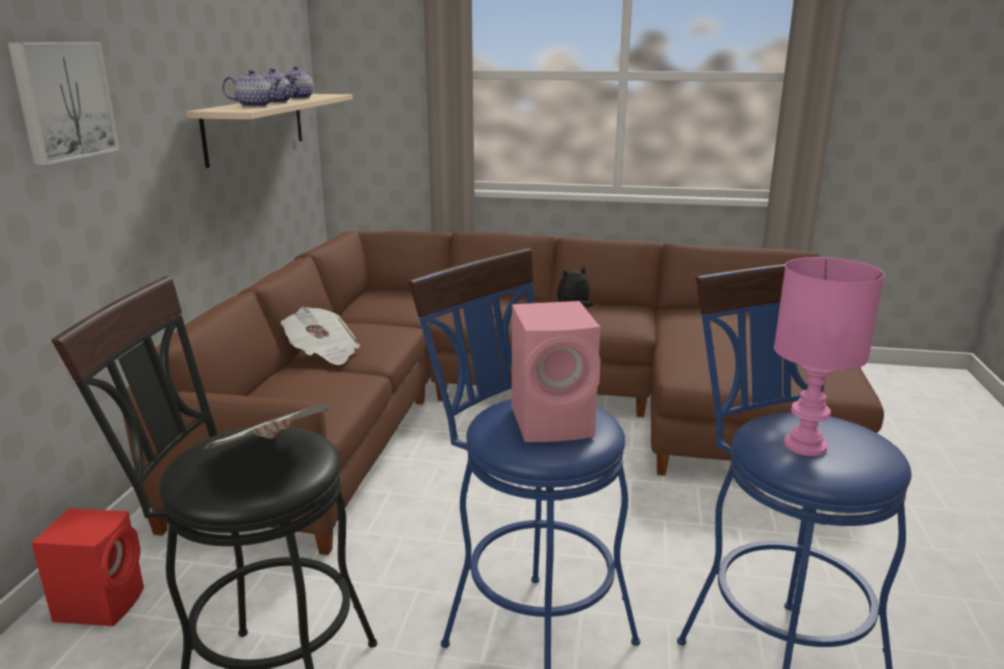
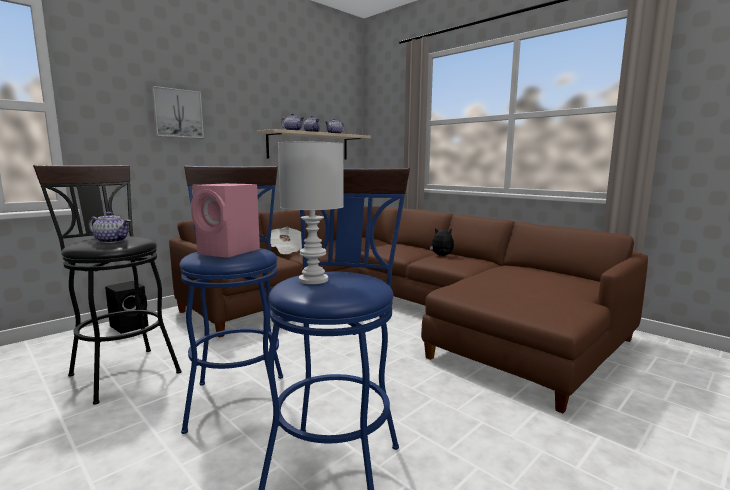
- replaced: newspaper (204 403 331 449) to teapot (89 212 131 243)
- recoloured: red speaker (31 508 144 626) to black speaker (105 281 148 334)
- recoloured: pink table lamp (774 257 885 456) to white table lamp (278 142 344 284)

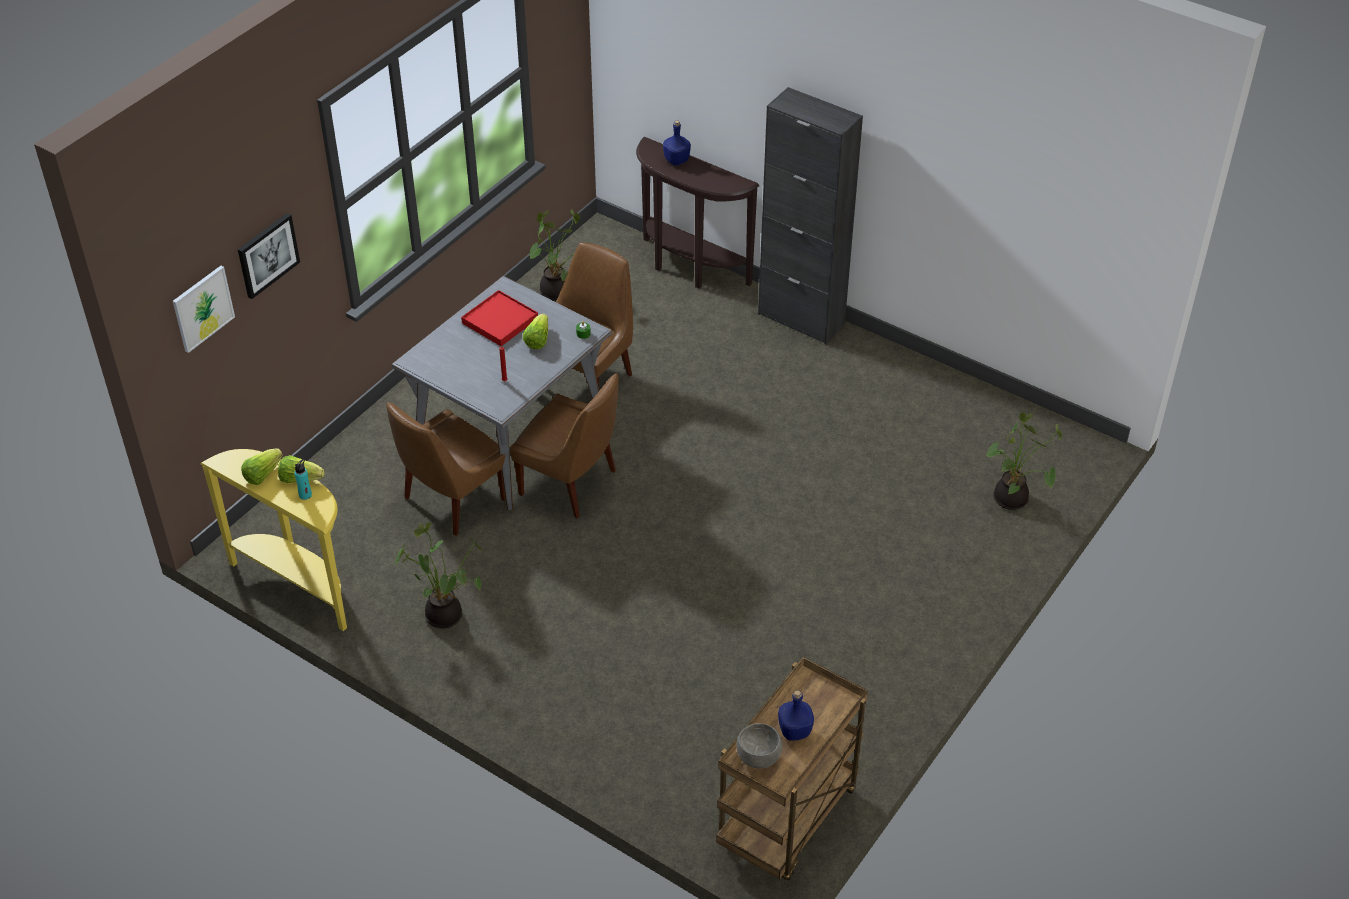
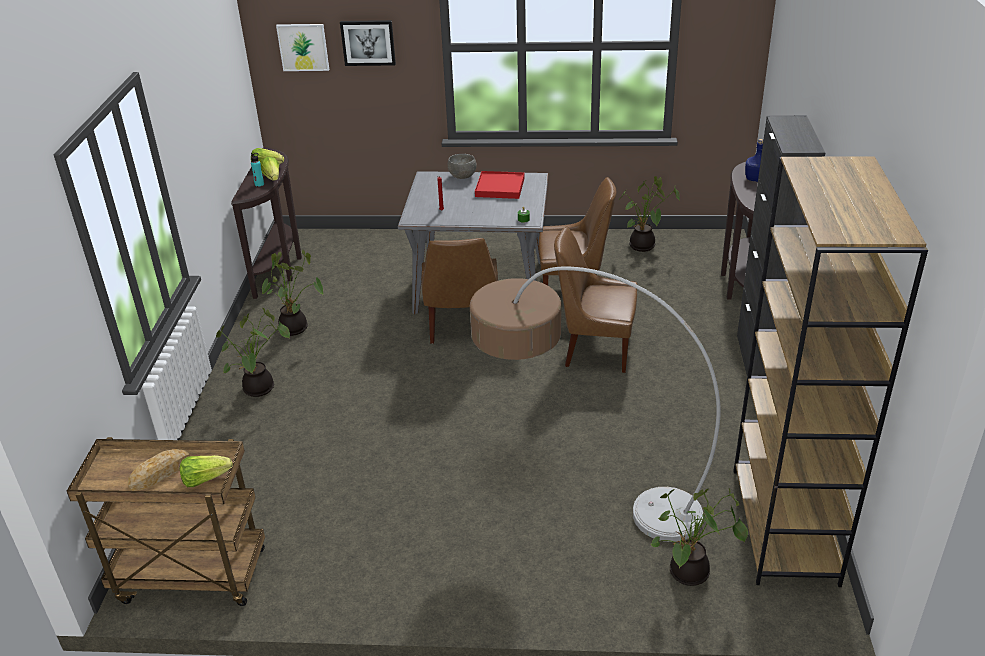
- replaced: blue bottle (778 690 814 741) to bread (128 449 190 491)
- moved: lettuce (523 314 548 349) to (180 455 232 487)
- added: potted plant (216 308 290 397)
- recoloured: yellow console table (200 449 347 631) to brown console table (231 148 302 299)
- moved: grey bowl (736 723 782 768) to (448 154 476 179)
- added: floor lamp (470 267 721 542)
- moved: brown chair (386 402 506 536) to (554 227 637 373)
- added: brown bookcase (734 156 928 587)

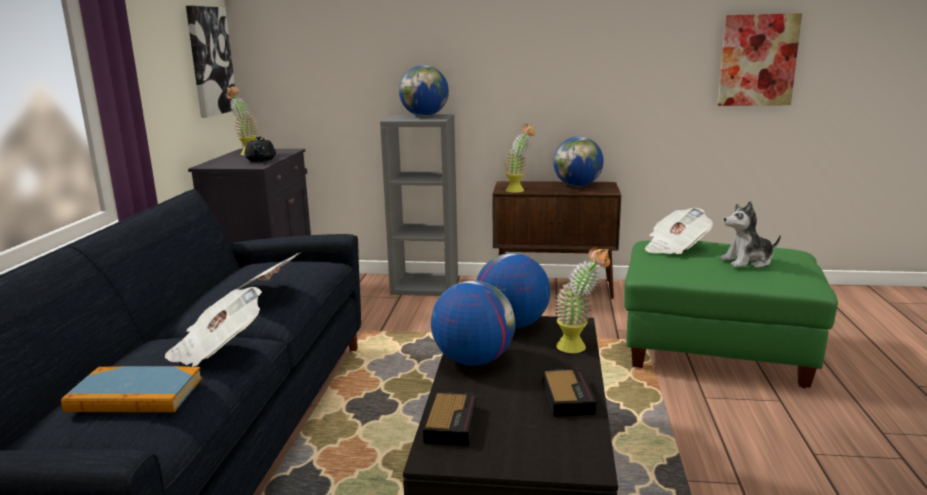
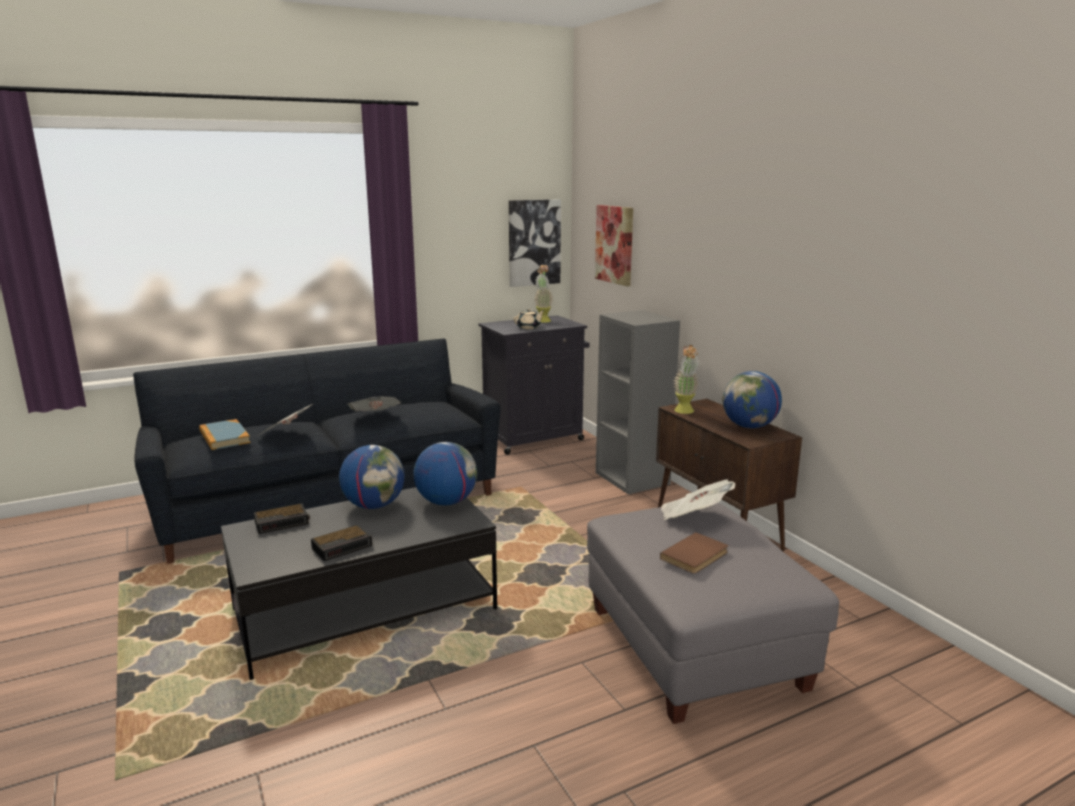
- recoloured: black teapot (245 136 276 162) to beige teapot (514 309 545 329)
- recoloured: green ottoman (624 240 838 388) to grey ottoman (587 503 839 724)
- moved: picture (718 13 802 106) to (595 205 633 286)
- replaced: plush toy (720 201 781 268) to brown book (660 532 728 574)
- removed: globe (399 65 449 116)
- removed: potted plant (554 247 610 353)

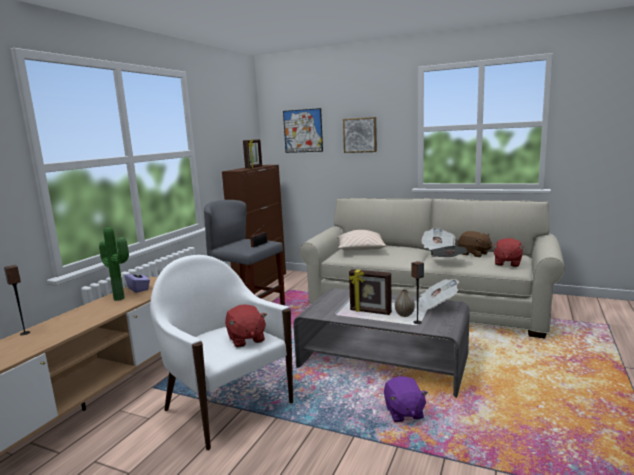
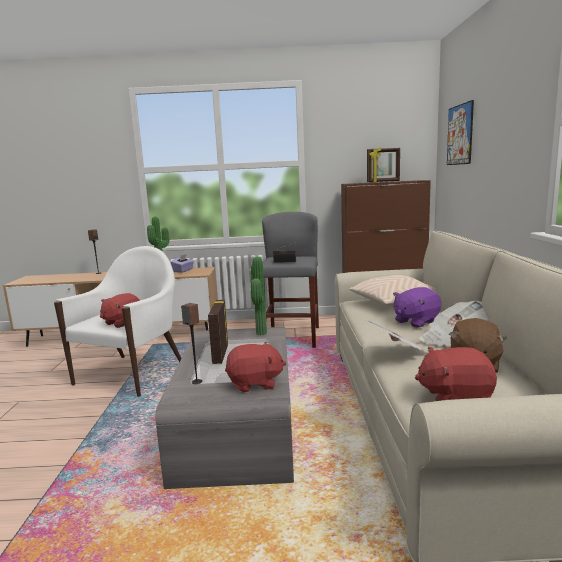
- replaced: newspaper (414 279 459 312) to red plush toy (225 342 286 392)
- added: potted plant (251 257 267 335)
- moved: purple plush toy (384 376 428 422) to (393 287 442 328)
- removed: picture (343 117 377 153)
- removed: vase (395 289 415 317)

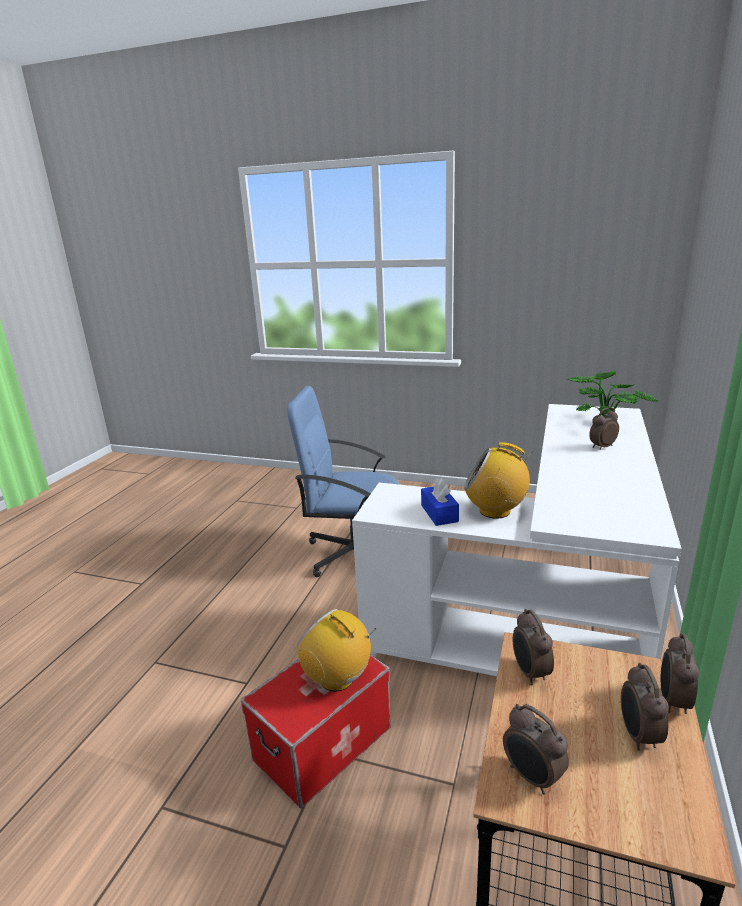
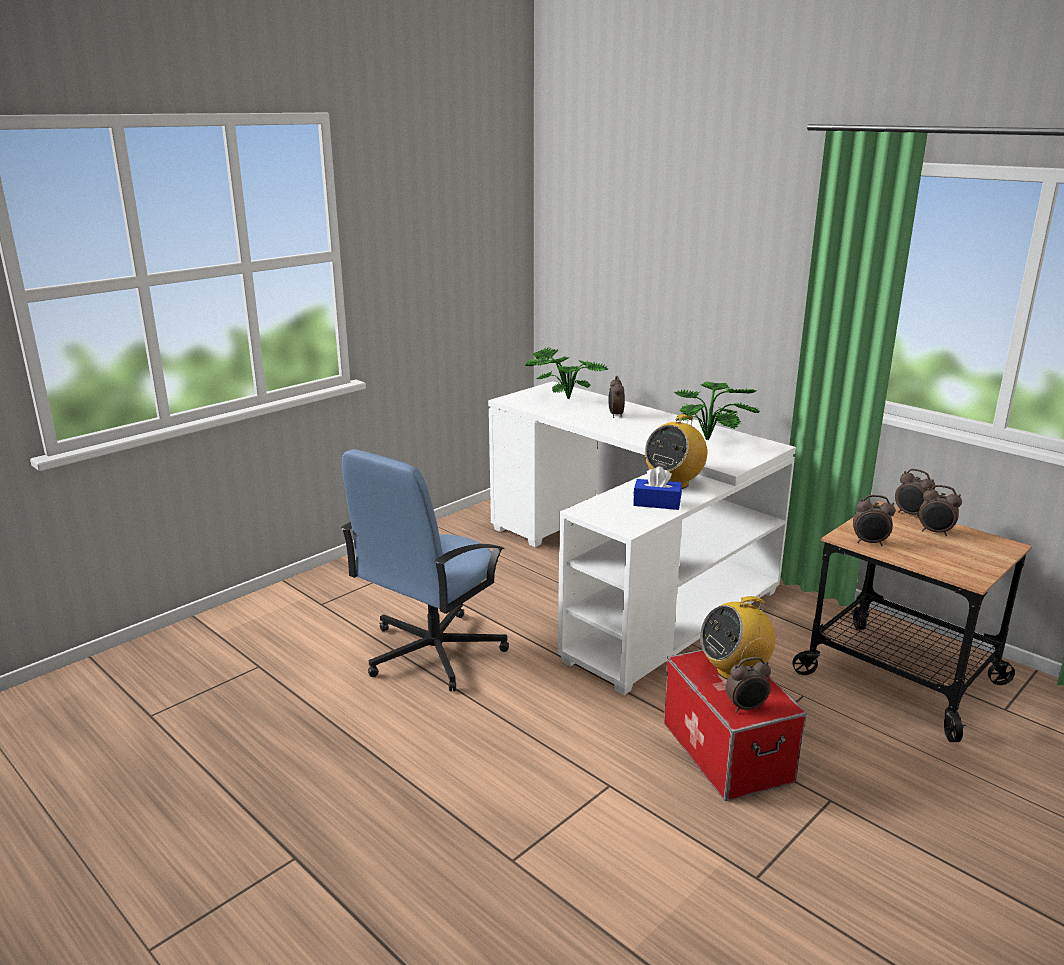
- added: potted plant (673 381 759 440)
- moved: alarm clock (503 704 569 794) to (726 657 771 713)

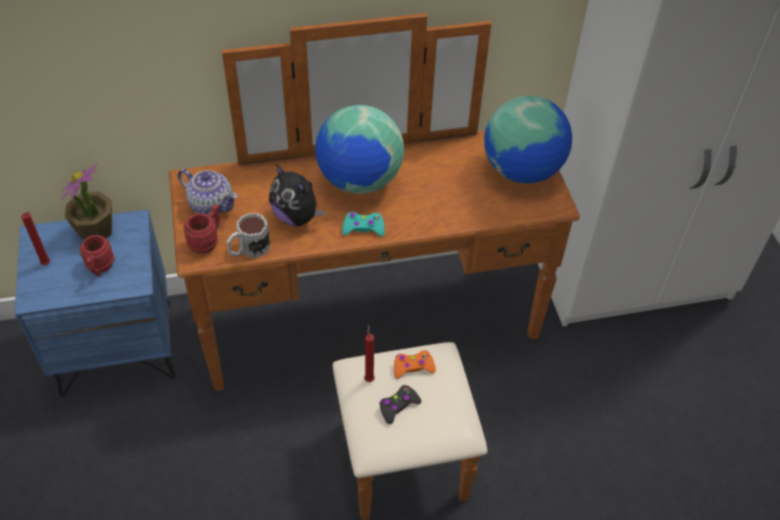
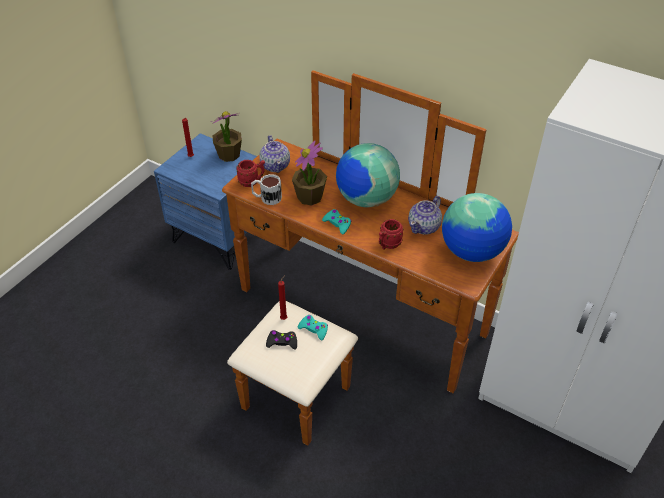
- replaced: plush toy (269 164 325 226) to potted plant (292 141 327 205)
- recoloured: orange game controller (394 350 436 379) to turquoise game controller (298 315 328 340)
- moved: red mug (80 235 115 276) to (379 219 404 250)
- added: teapot (408 196 442 235)

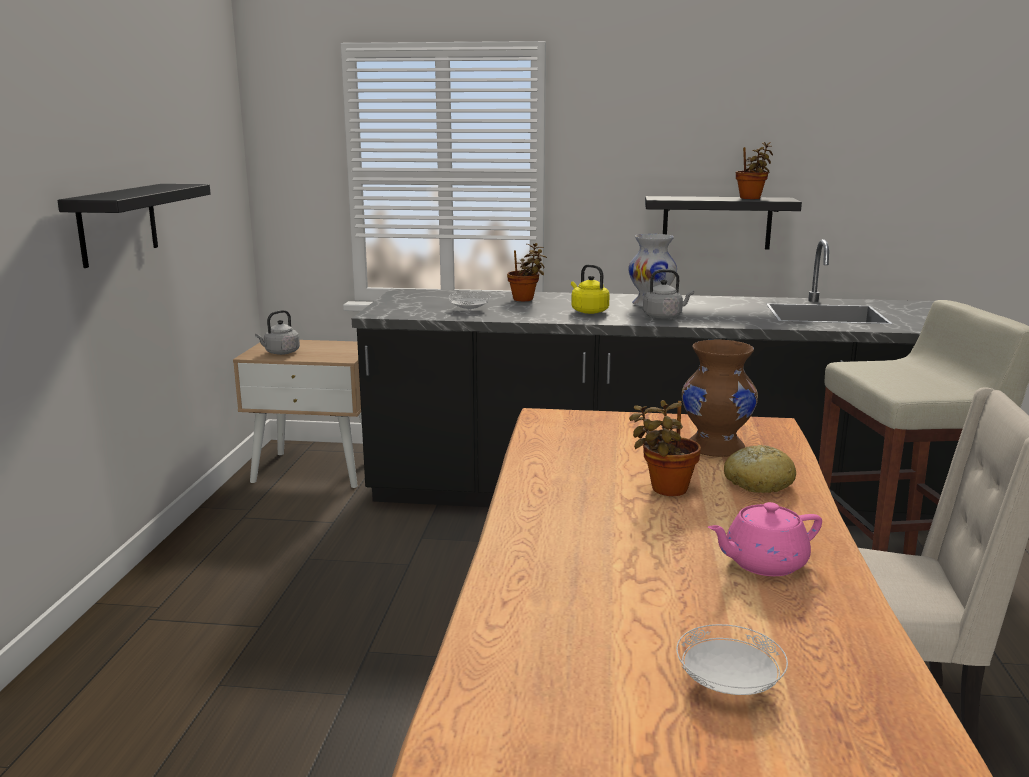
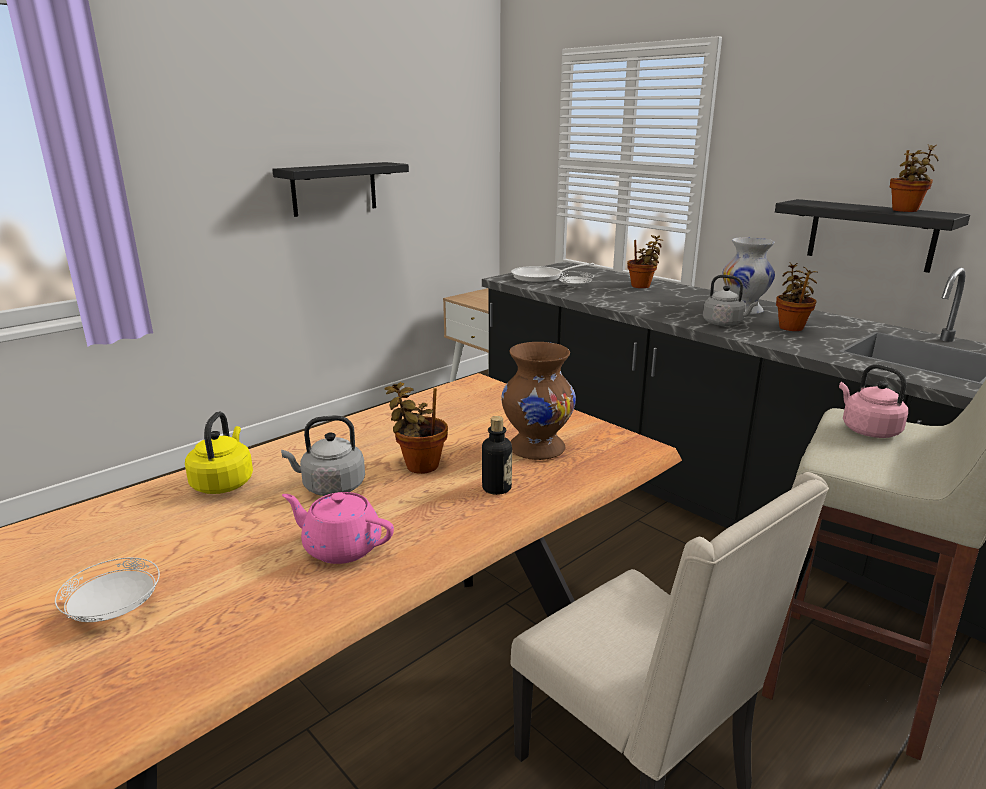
- moved: yellow kettle (571 264 610 314) to (185 411 253 494)
- moved: grey kettle (255 310 300 355) to (281 416 365 496)
- replaced: bread (724 445 796 493) to bottle (482 416 512 495)
- added: frying pan (511 263 594 283)
- added: potted plant (776 262 817 331)
- added: pink kettle (839 364 908 438)

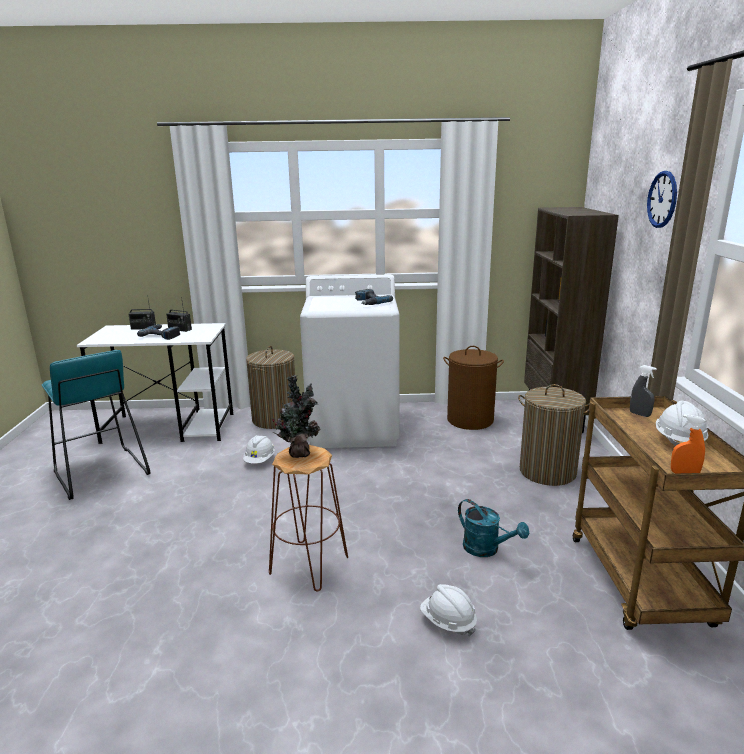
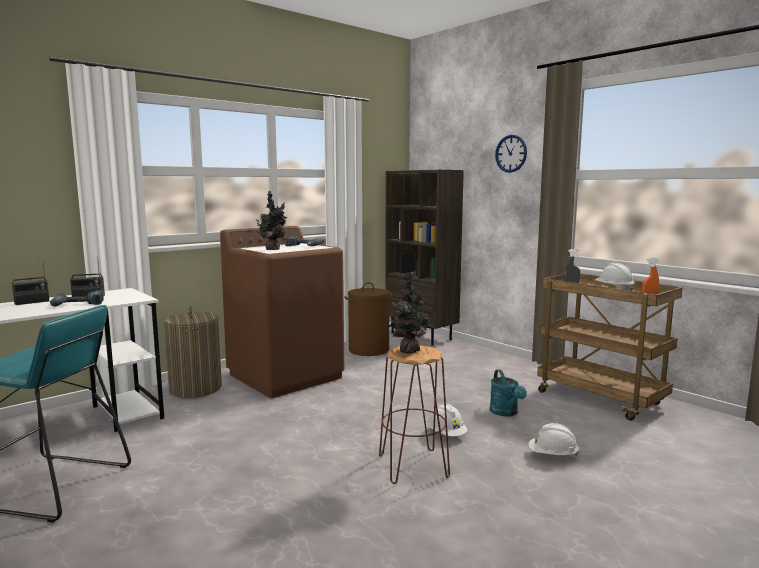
- recoloured: white washing machine (300 275 400 448) to brown washing machine (220 226 344 398)
- added: potted plant (256 191 287 250)
- moved: white hard hat (243 435 275 464) to (428 404 468 436)
- turned: turquoise watering can (458 499 529 557) = (490 369 527 417) 75 degrees clockwise
- removed: laundry basket (518 384 589 486)

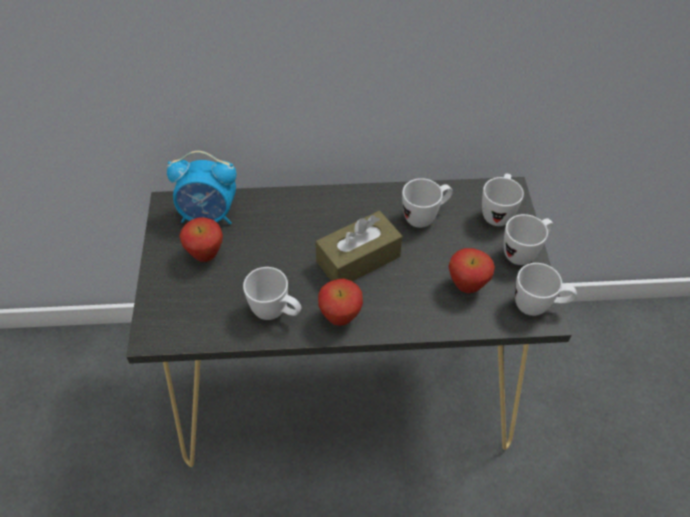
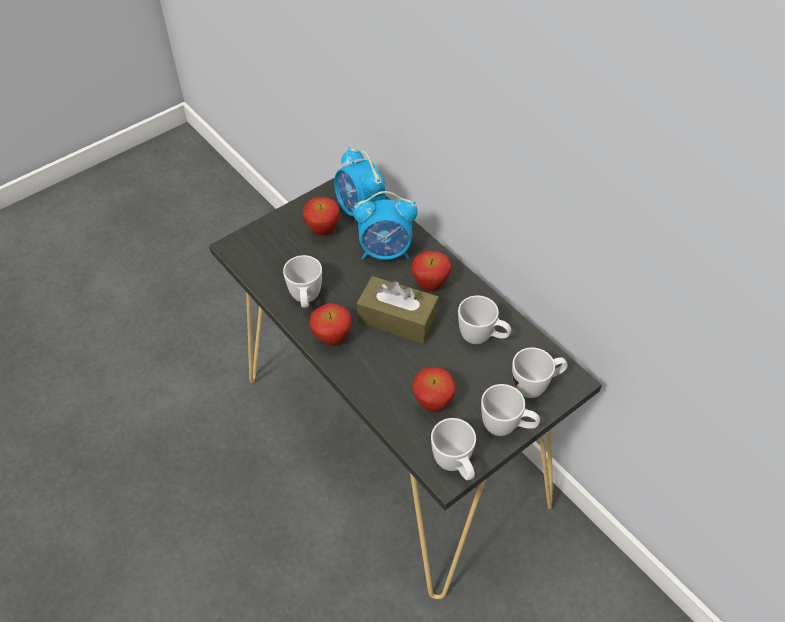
- added: alarm clock (353 191 418 260)
- added: apple (412 251 451 291)

